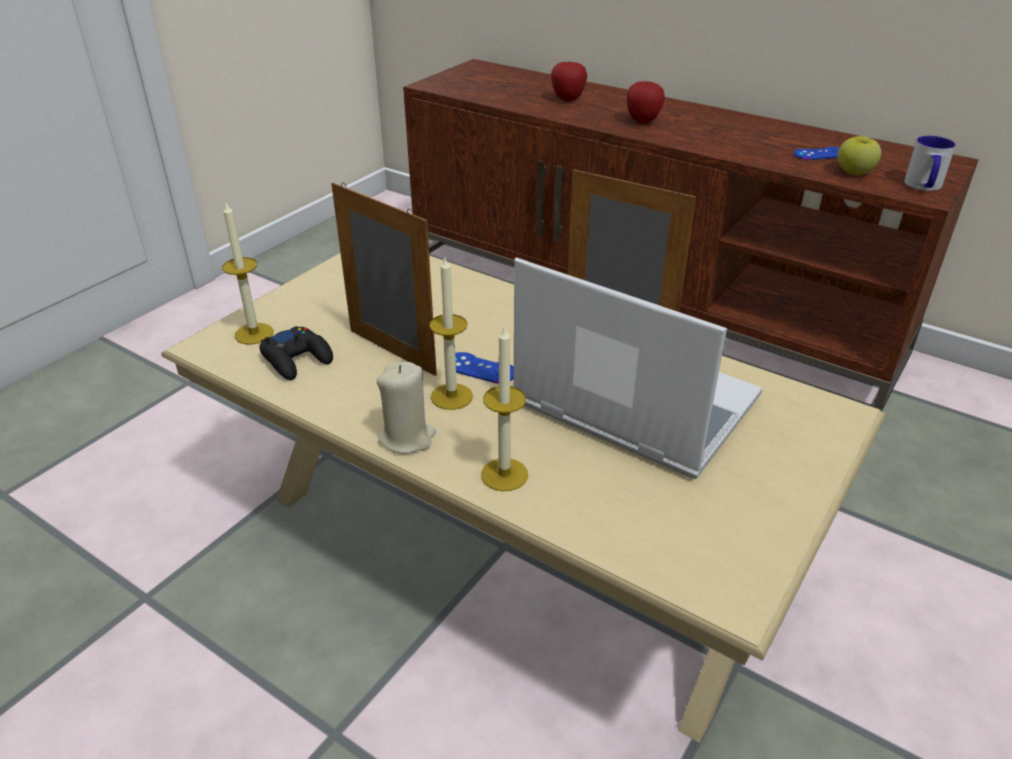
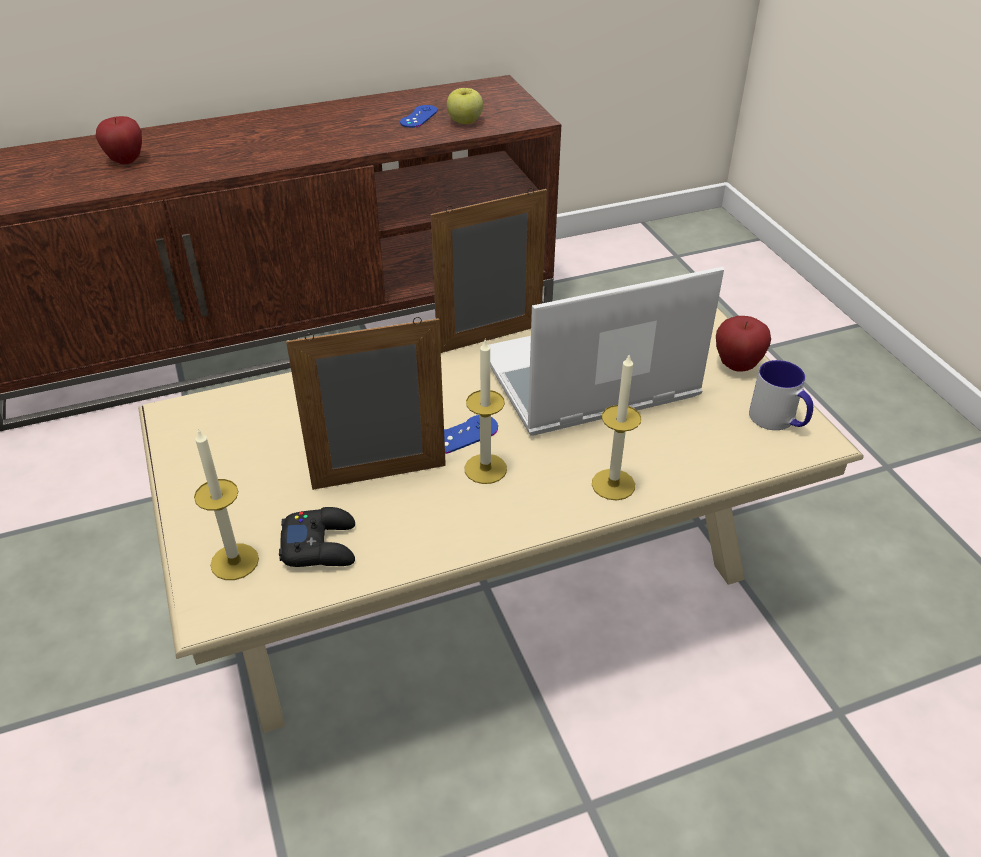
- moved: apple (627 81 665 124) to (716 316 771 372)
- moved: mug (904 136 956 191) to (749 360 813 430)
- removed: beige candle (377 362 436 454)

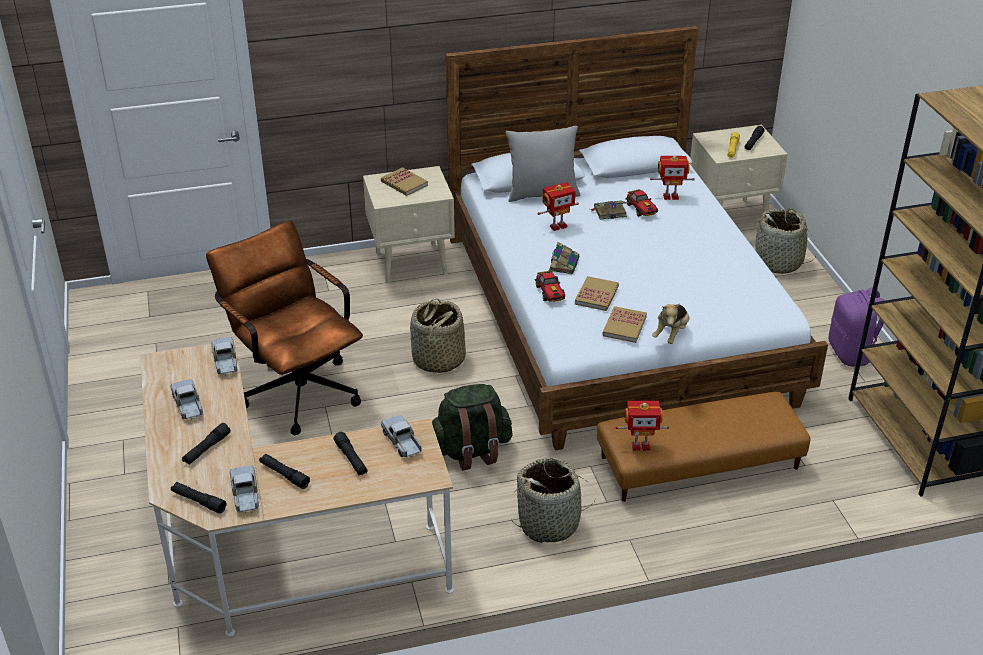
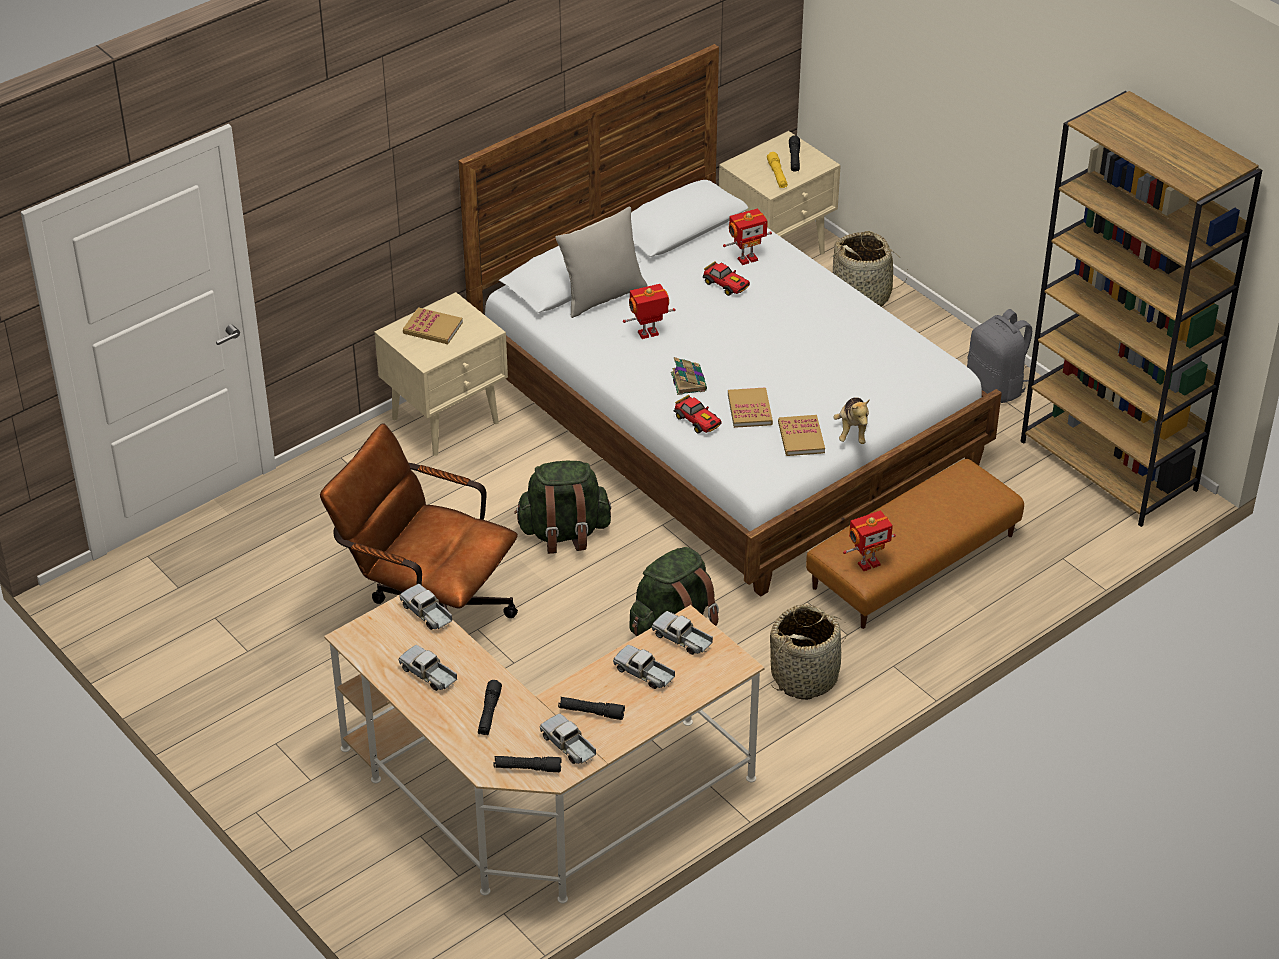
- replaced: basket (410 298 466 373) to green backpack (514 461 611 554)
- replaced: black flashlight (333 432 367 476) to toy truck (613 645 675 689)
- turned: toy robot (538 182 579 231) = (623 284 676 339) 150 degrees counterclockwise
- recoloured: purple backpack (828 287 885 366) to grey backpack (967 309 1032 403)
- removed: book (590 200 627 220)

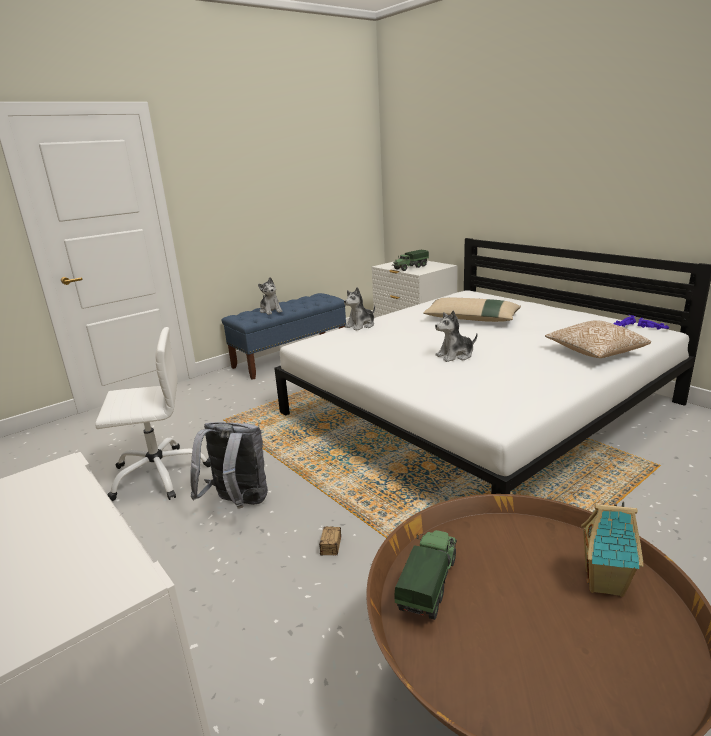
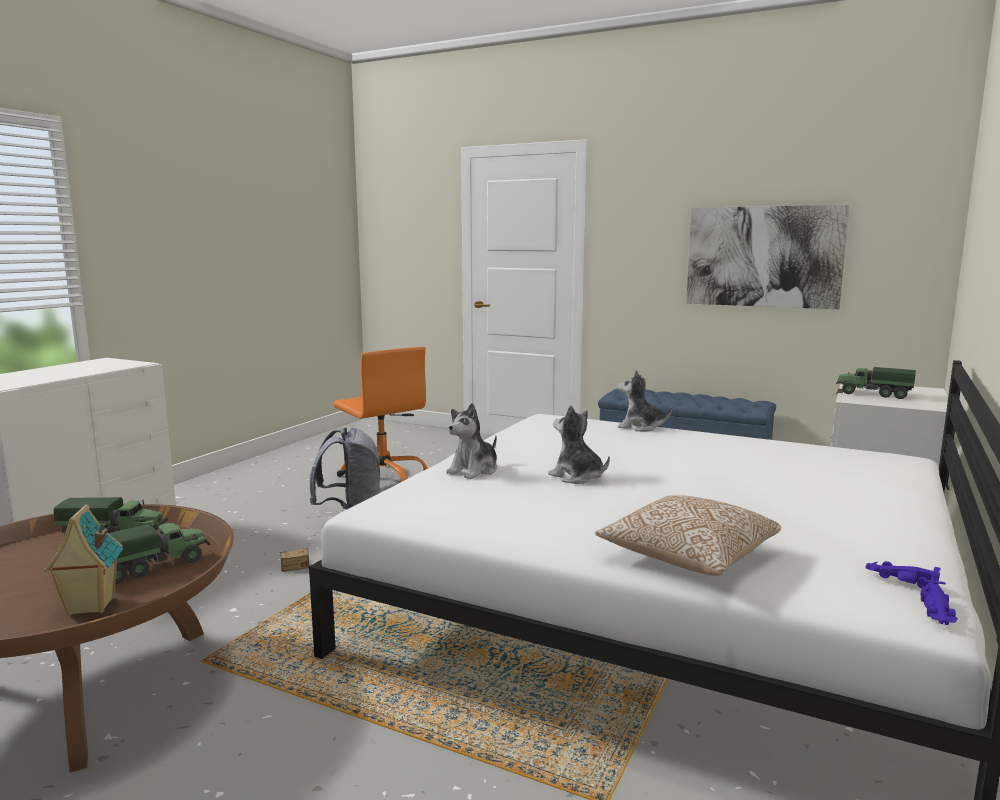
- added: toy truck (109 522 210 584)
- recoloured: white office chair (95 327 211 501) to orange office chair (334 347 428 492)
- moved: plush toy (258 277 283 315) to (446 403 497 479)
- added: picture (686 205 850 309)
- removed: beige pillow (423 298 521 322)

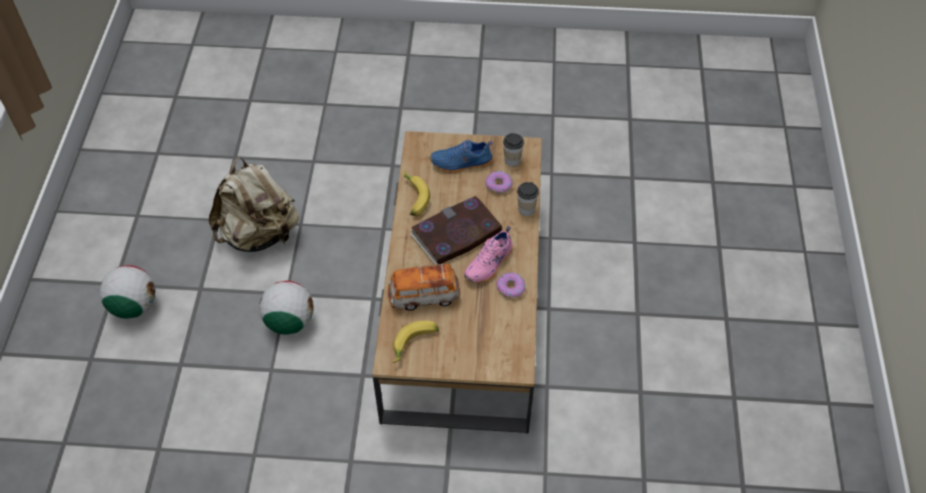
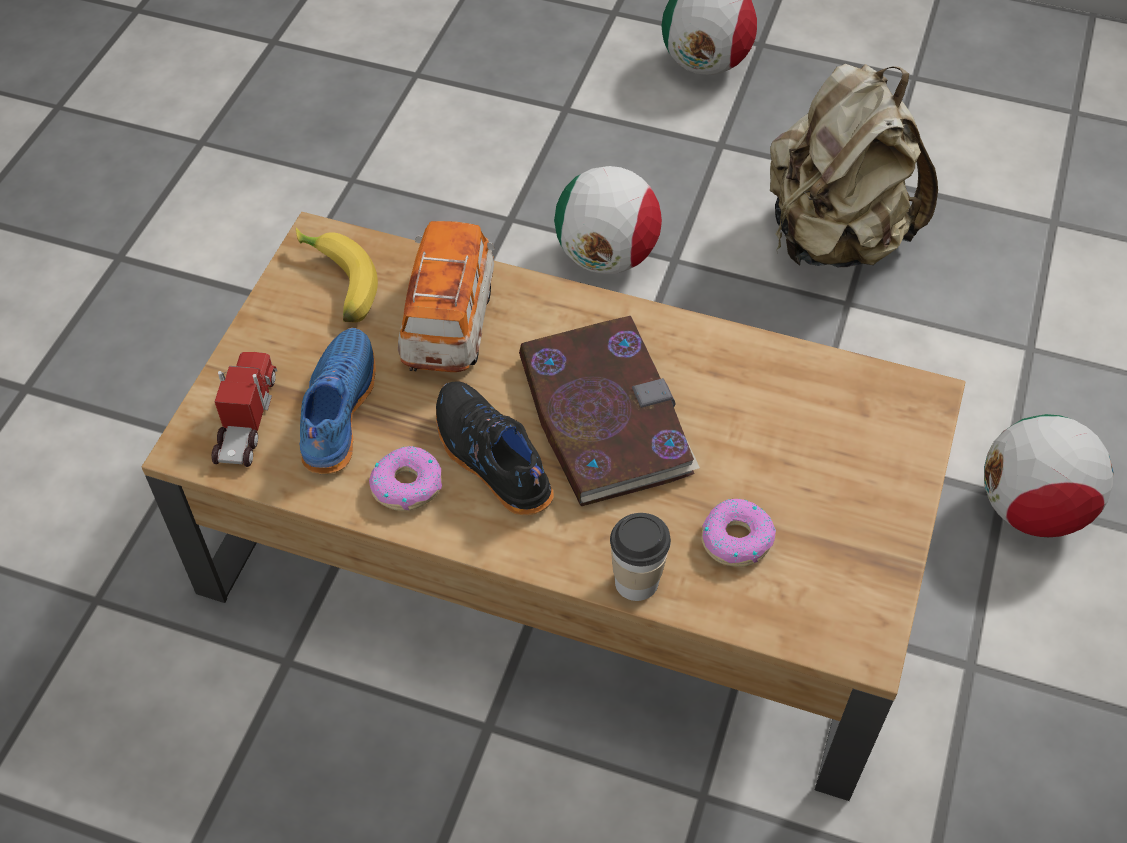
- added: toy truck (211 352 277 467)
- moved: blue shoe (430 140 493 173) to (300 328 376 474)
- recoloured: pink shoe (464 226 513 283) to black shoe (436 381 554 515)
- added: football (984 414 1113 537)
- removed: banana (403 170 430 216)
- removed: cup (503 133 524 167)

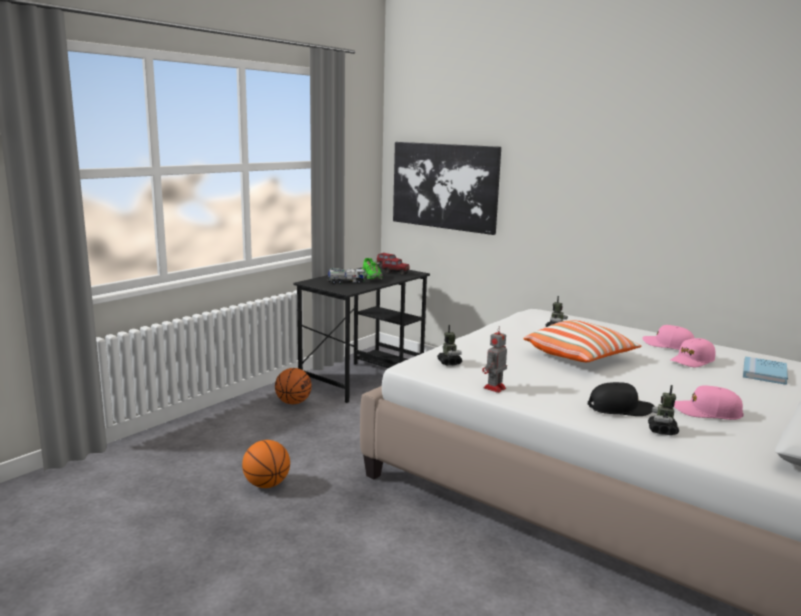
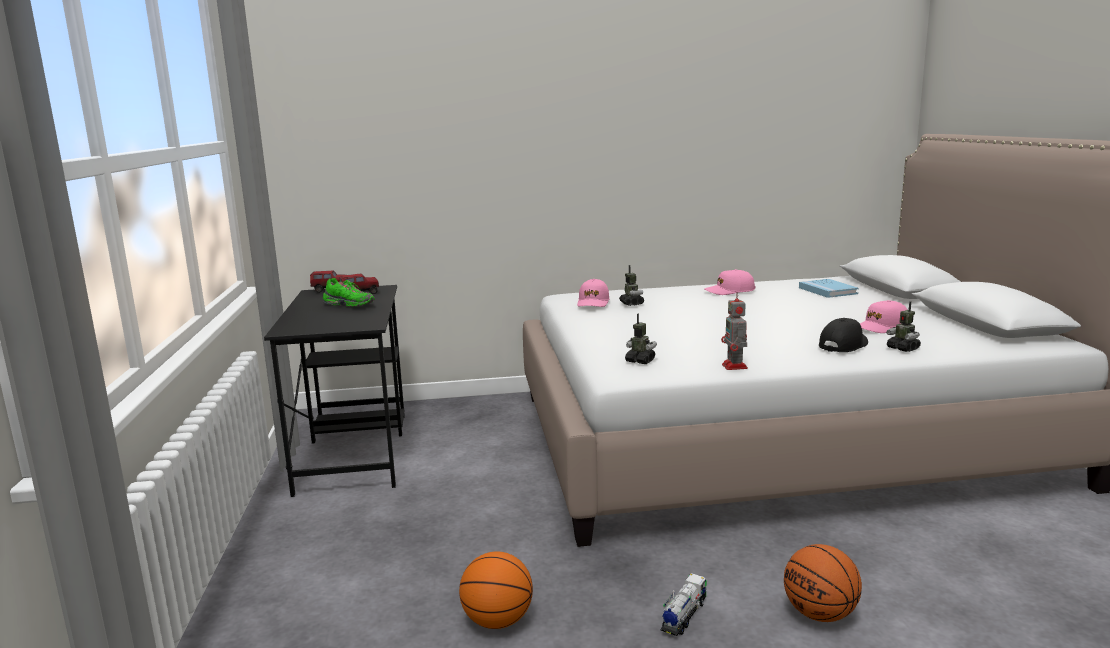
- moved: pink cap (670 338 716 367) to (577 279 610 307)
- moved: toy truck (328 268 365 284) to (661 573 707 636)
- moved: basketball (275 368 312 404) to (784 544 862 622)
- removed: picture (393 142 501 235)
- removed: pillow (523 320 642 362)

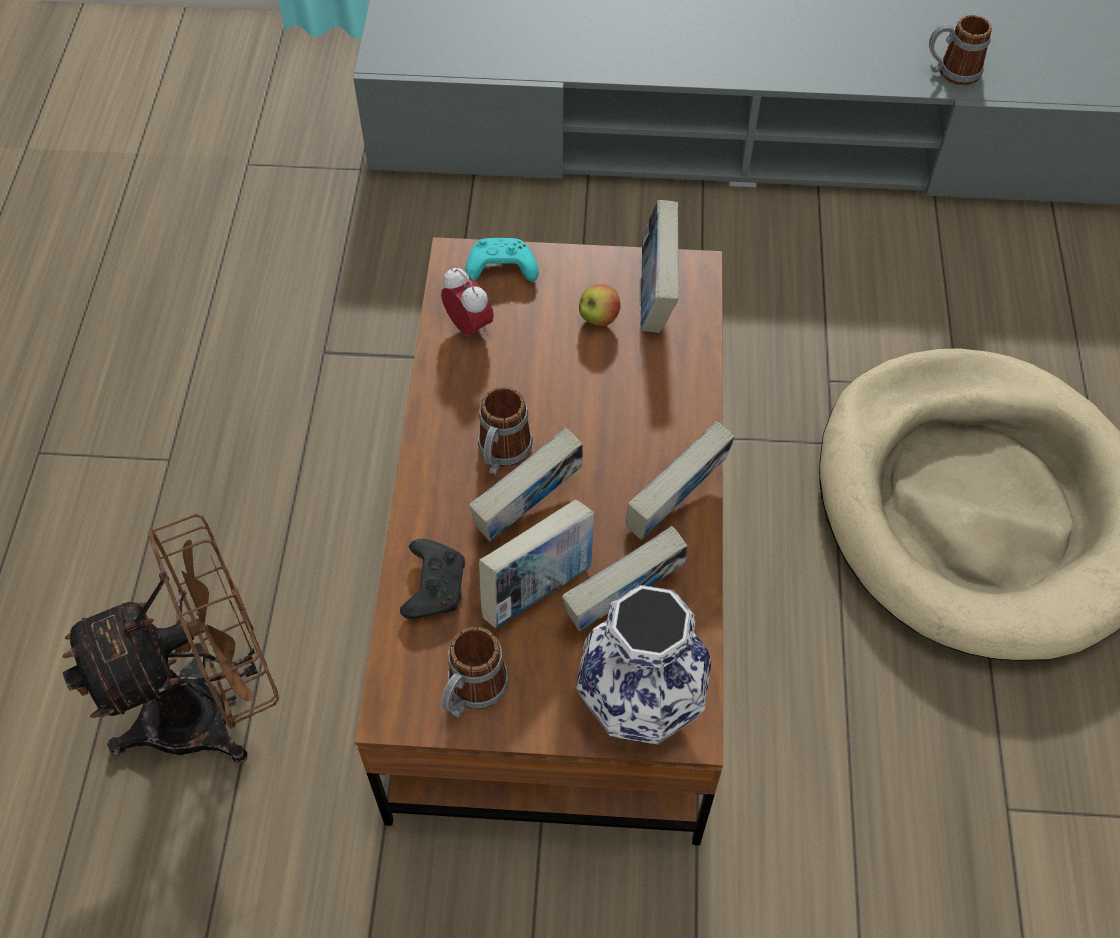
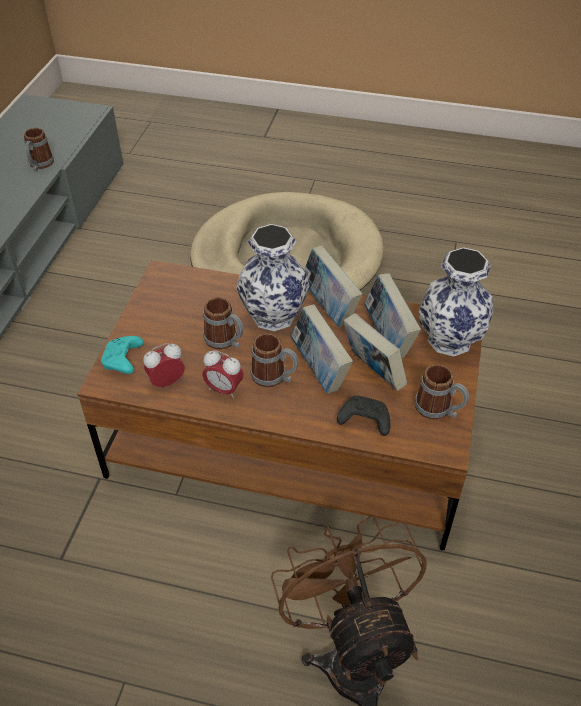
- added: mug (203 297 244 350)
- added: alarm clock (203 350 244 399)
- added: vase (236 224 310 331)
- removed: apple (579 284 621 326)
- removed: book (641 200 679 333)

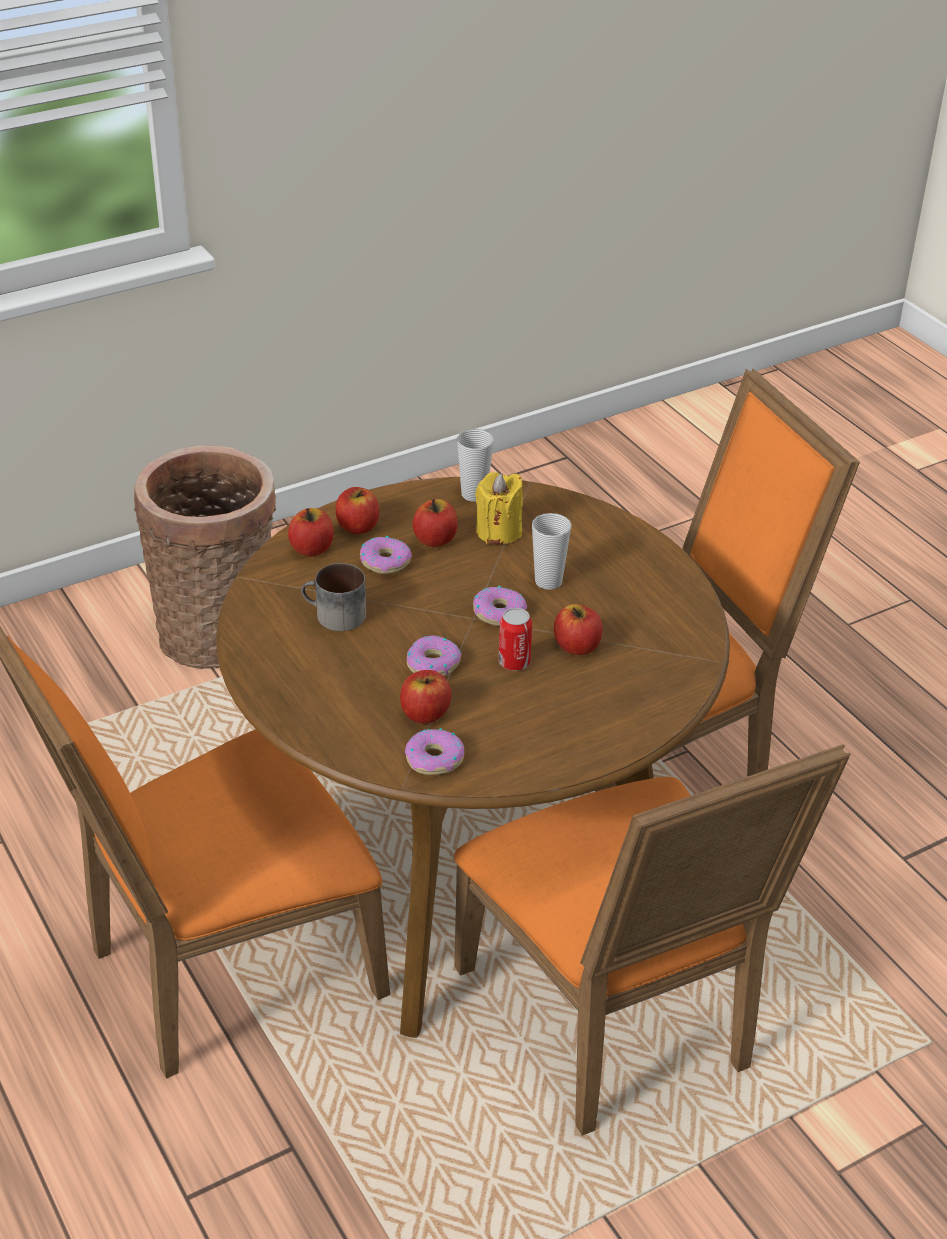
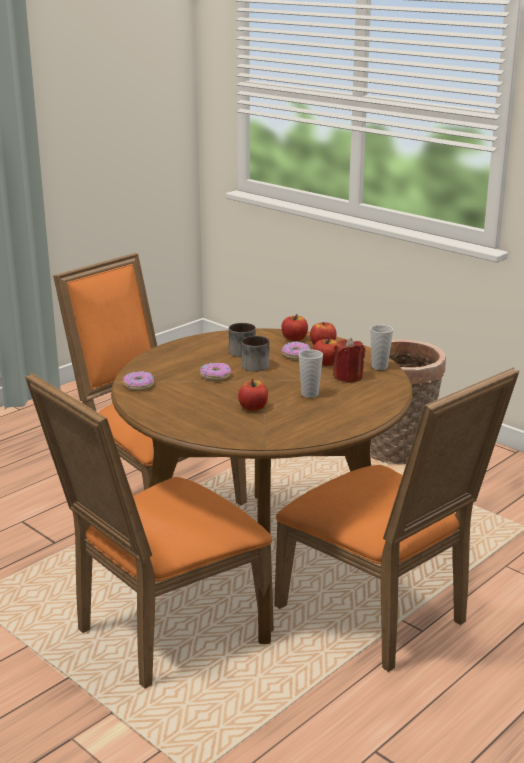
- added: mug (241 336 269 372)
- recoloured: yellow candle (475 472 523 544) to red candle (333 338 365 383)
- removed: apple (400 670 451 724)
- removed: donut (473 586 527 626)
- removed: can (498 608 532 671)

